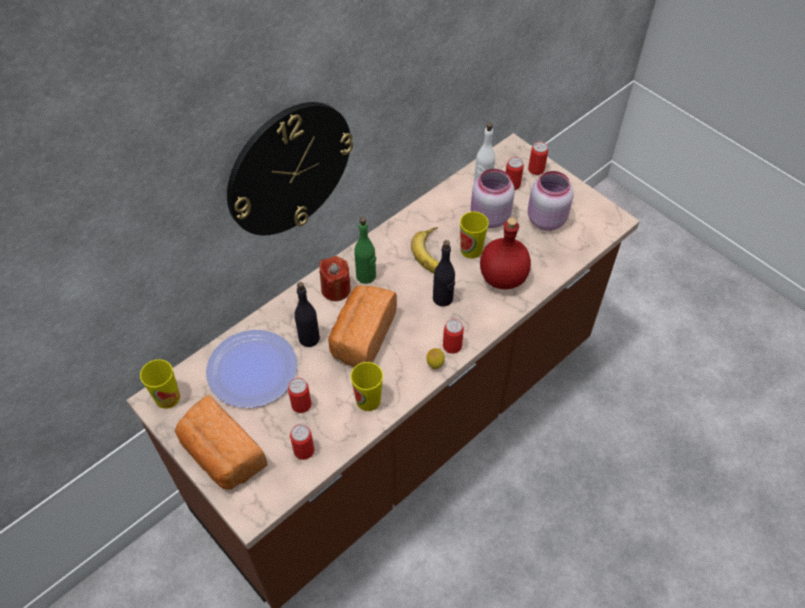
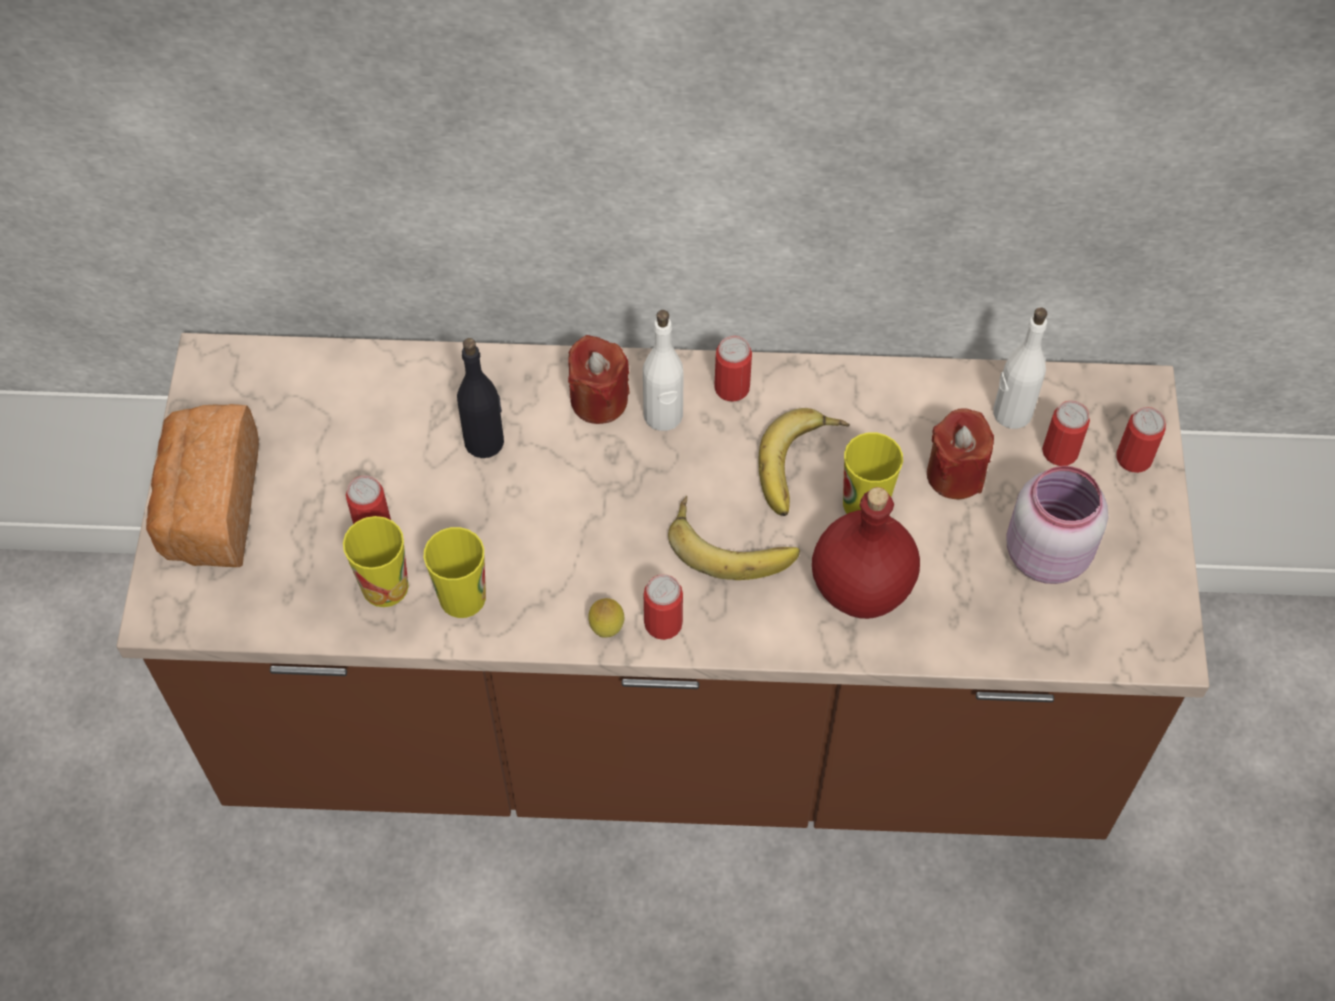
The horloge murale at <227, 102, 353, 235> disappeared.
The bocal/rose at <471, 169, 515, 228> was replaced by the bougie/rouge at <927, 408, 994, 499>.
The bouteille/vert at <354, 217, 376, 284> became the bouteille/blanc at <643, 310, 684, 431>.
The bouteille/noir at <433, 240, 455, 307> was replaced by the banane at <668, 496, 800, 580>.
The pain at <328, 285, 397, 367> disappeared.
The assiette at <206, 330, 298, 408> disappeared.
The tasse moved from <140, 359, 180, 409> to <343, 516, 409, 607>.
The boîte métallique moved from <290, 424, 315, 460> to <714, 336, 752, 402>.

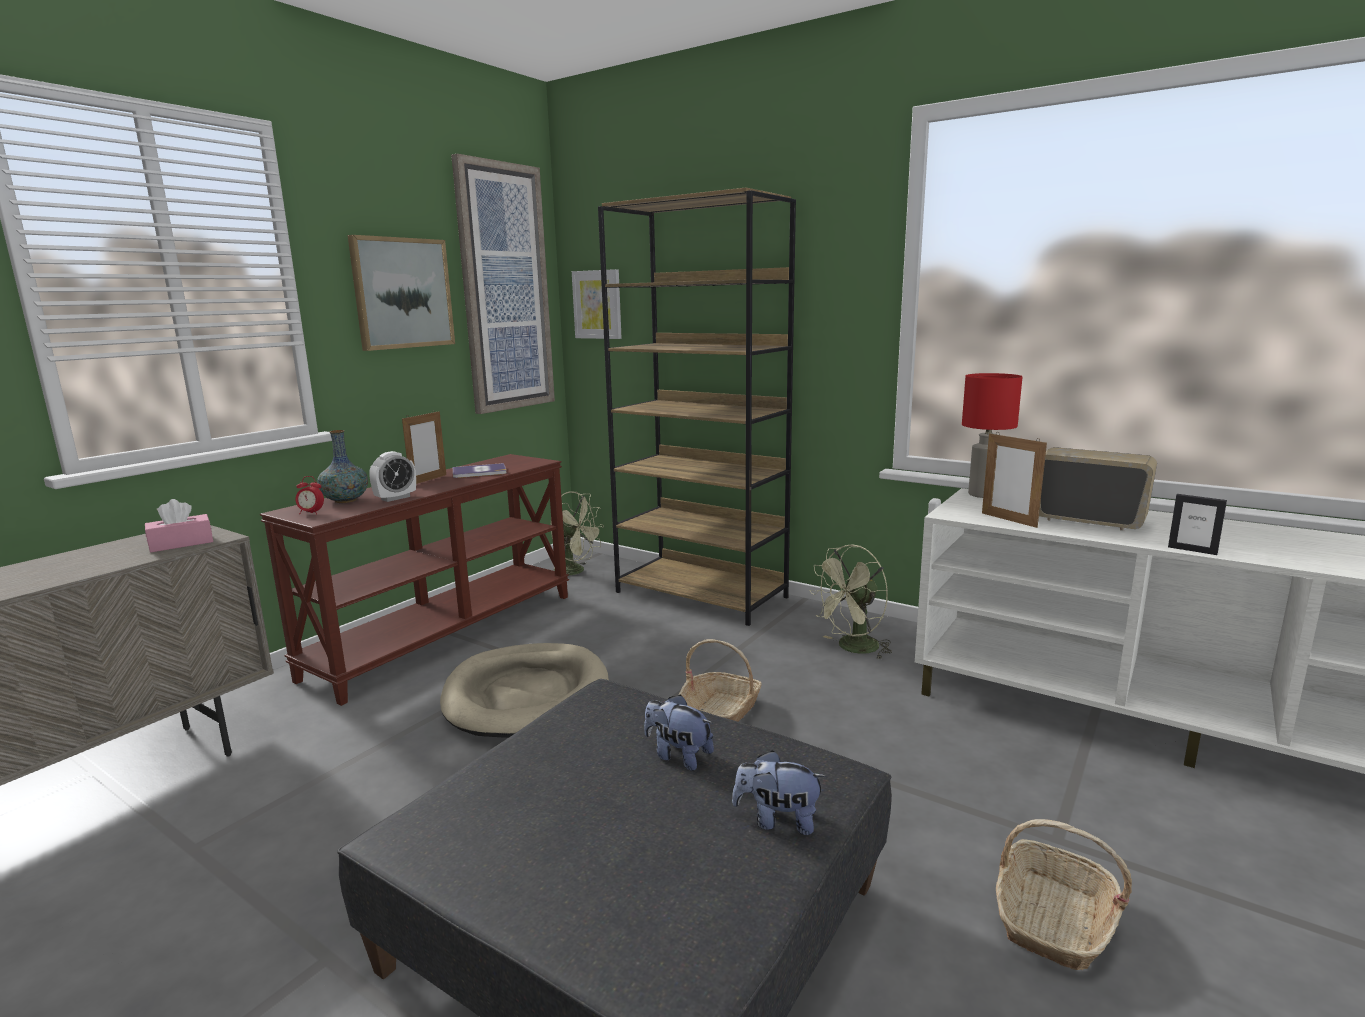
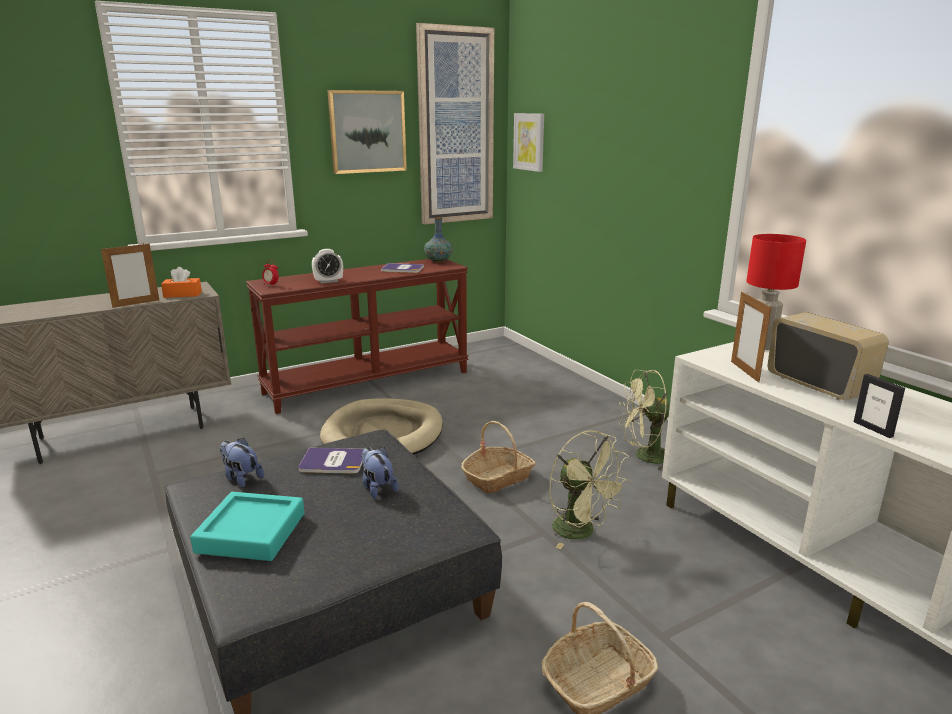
The bibliothèque/marron at <598, 188, 796, 626> disappeared.
The cadre photo moved from <402, 411, 446, 484> to <101, 242, 159, 308>.
The vase moved from <317, 430, 368, 503> to <424, 217, 453, 262>.
The ventilateur/vert moved from <550, 491, 604, 575> to <549, 430, 630, 549>.
The boîte à mouchoirs/rose at <145, 499, 213, 552> became the boîte à mouchoirs/orange at <161, 267, 202, 298>.
The peluche moved from <732, 750, 827, 835> to <220, 438, 264, 488>.
The livre at <298, 448, 364, 474> appeared.
The plateau/turquoise at <190, 492, 305, 561> appeared.

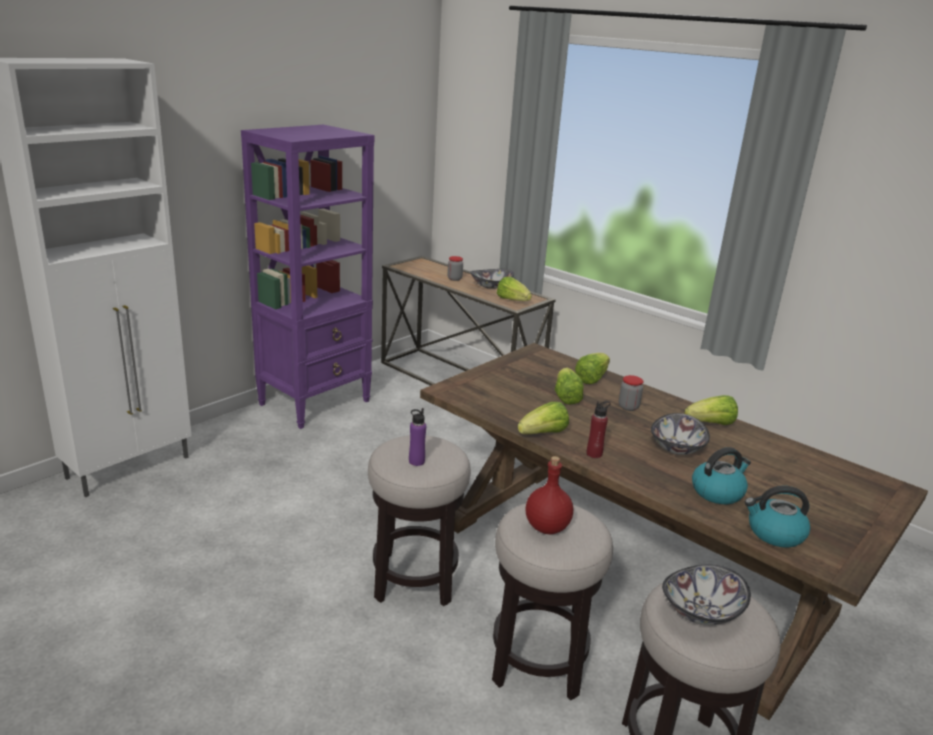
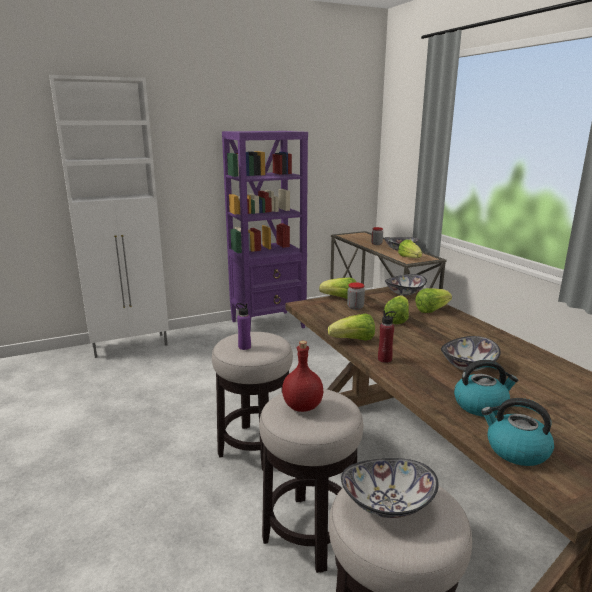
The bocal moved from <619, 375, 643, 411> to <347, 282, 365, 310>.
The laitue moved from <684, 395, 738, 425> to <319, 277, 356, 299>.
The bol at <385, 274, 427, 296> appeared.

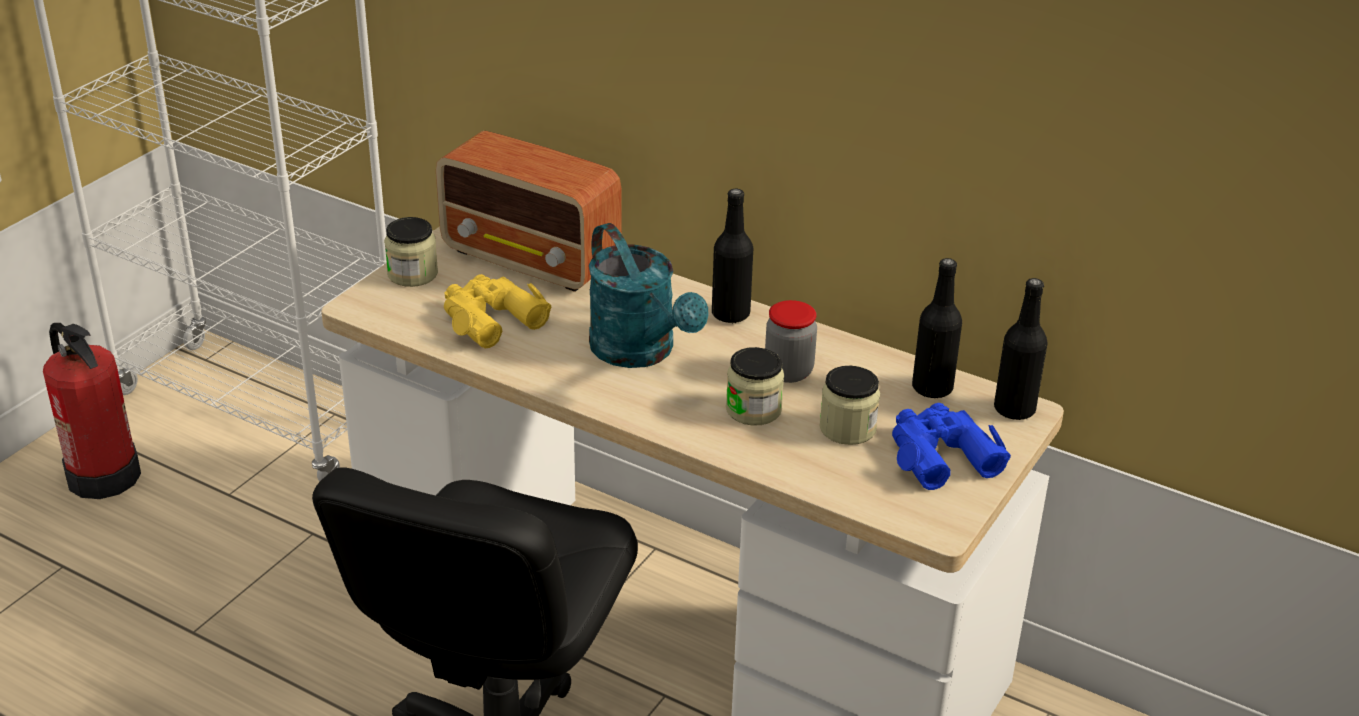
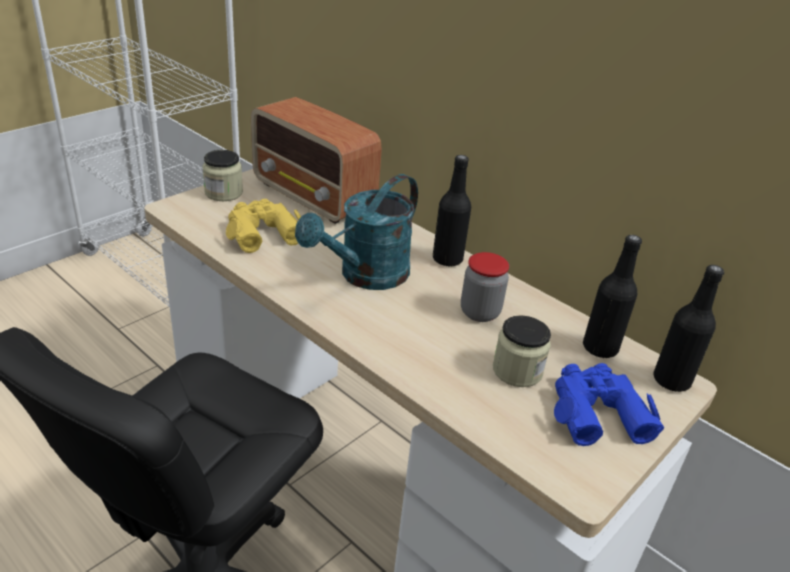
The arrosoir/turquoise at <589, 223, 708, 368> turned 60 degrees clockwise.
The extincteur at <43, 323, 141, 499> disappeared.
The bocal at <726, 347, 784, 426> disappeared.

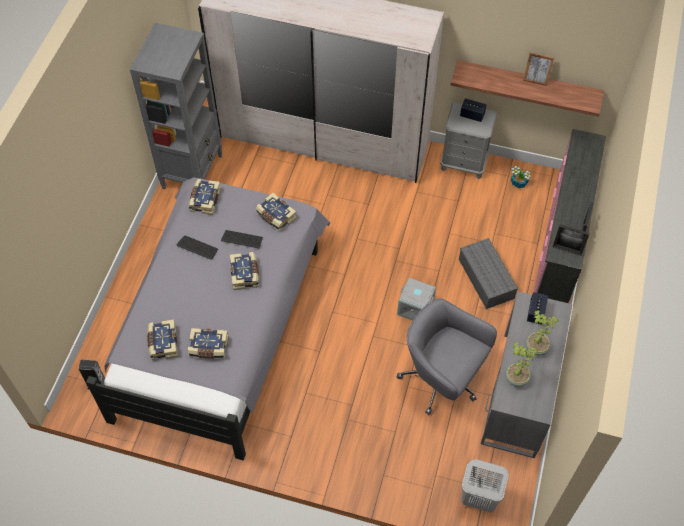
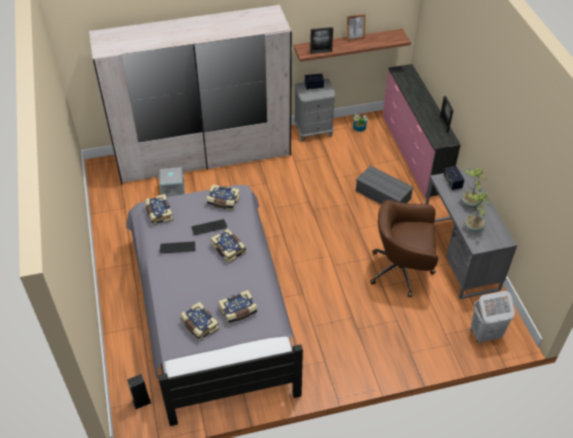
The bibliothèque/gris at <130, 23, 222, 189> disappeared.
The cadre photo moved from <553, 224, 590, 256> to <310, 27, 333, 54>.
The boîte de rangement/gris moved from <397, 278, 436, 321> to <158, 167, 185, 197>.
The chaise de bureau/gris at <397, 298, 497, 415> became the chaise de bureau/marron at <370, 200, 438, 297>.

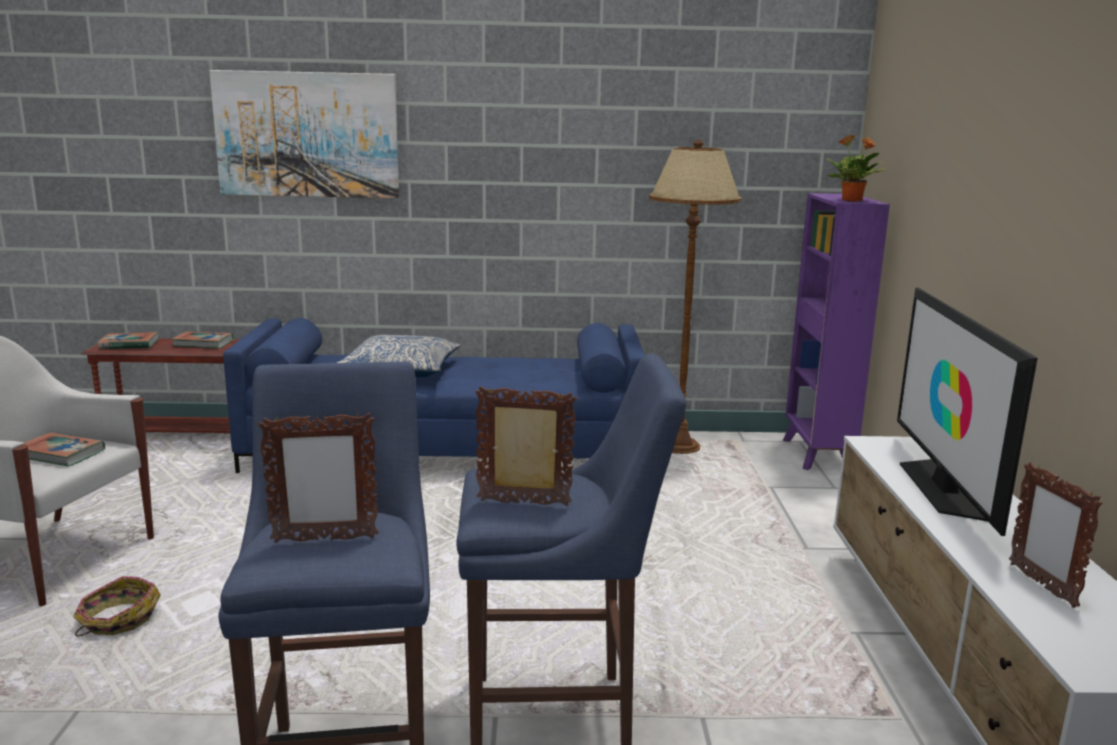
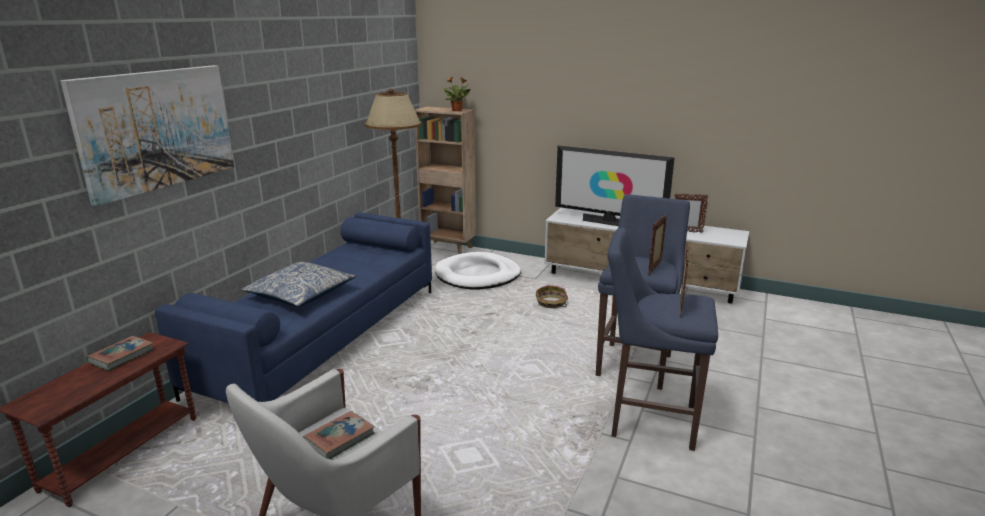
The bibliothèque/violet at <783, 193, 890, 470> became the bibliothèque/marron at <415, 107, 476, 254>.
The livre at <98, 332, 159, 349> disappeared.
The panier moved from <73, 576, 161, 636> to <536, 285, 568, 308>.
The panier pour chien/blanc at <435, 252, 521, 289> appeared.

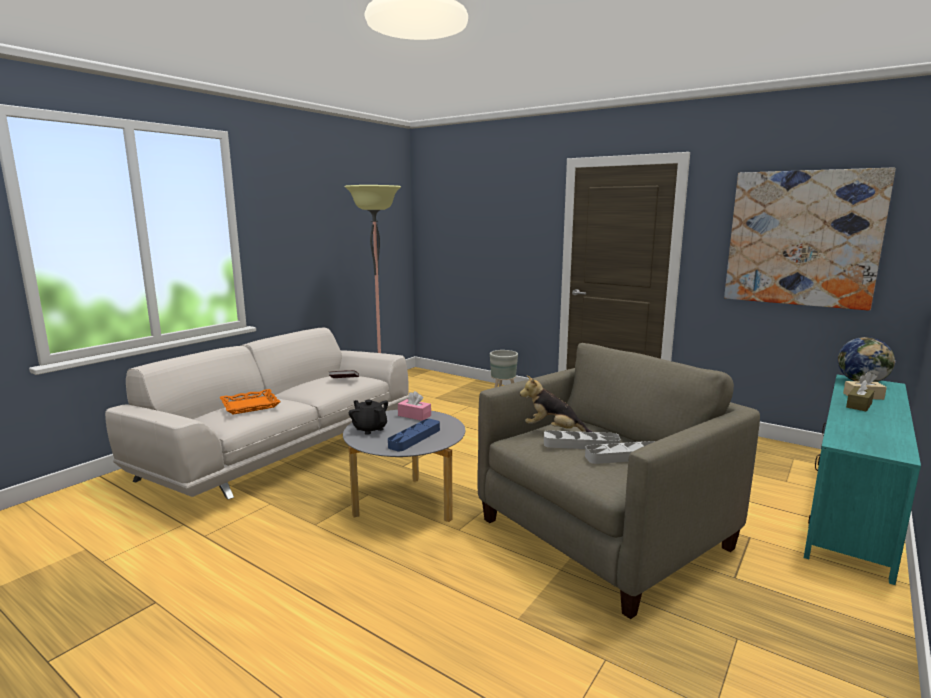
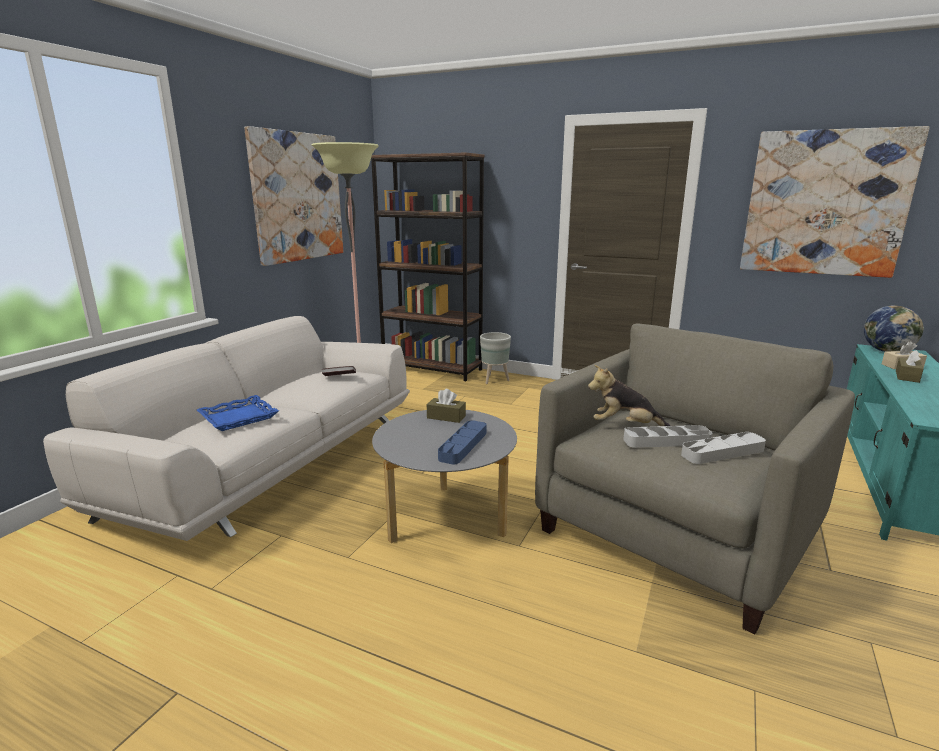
The plateau/orange at <219, 389, 281, 415> became the plateau/bleu at <197, 395, 279, 431>.
The boîte à mouchoirs/rose at <398, 391, 431, 421> became the boîte à mouchoirs/marron at <427, 389, 466, 423>.
The théière/noir at <349, 400, 388, 435> disappeared.
The tableau at <244, 126, 343, 266> appeared.
The bibliothèque/marron at <371, 153, 485, 381> appeared.

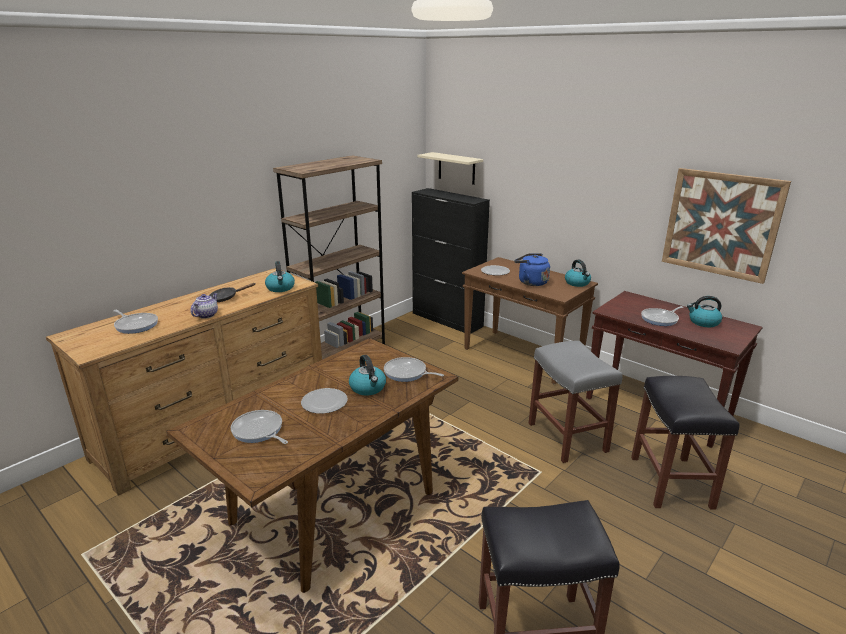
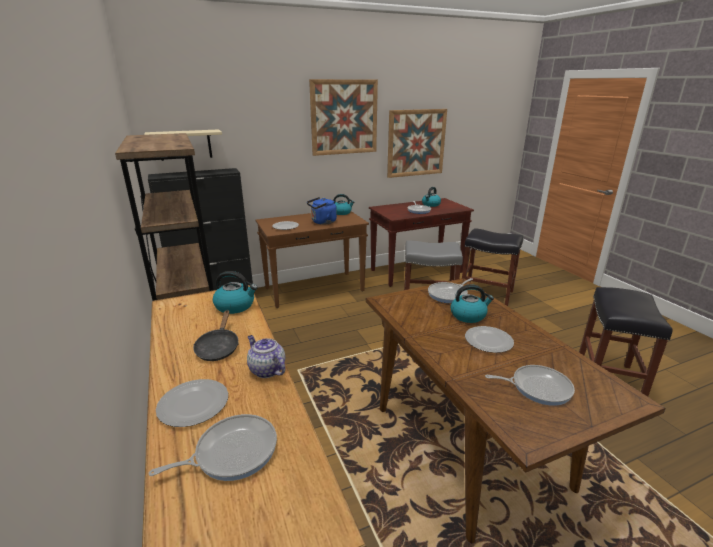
The poêle at <231, 410, 288, 444> turned 150 degrees counterclockwise.
The tableau at <309, 79, 378, 156> appeared.
The assiette at <156, 379, 228, 427> appeared.

